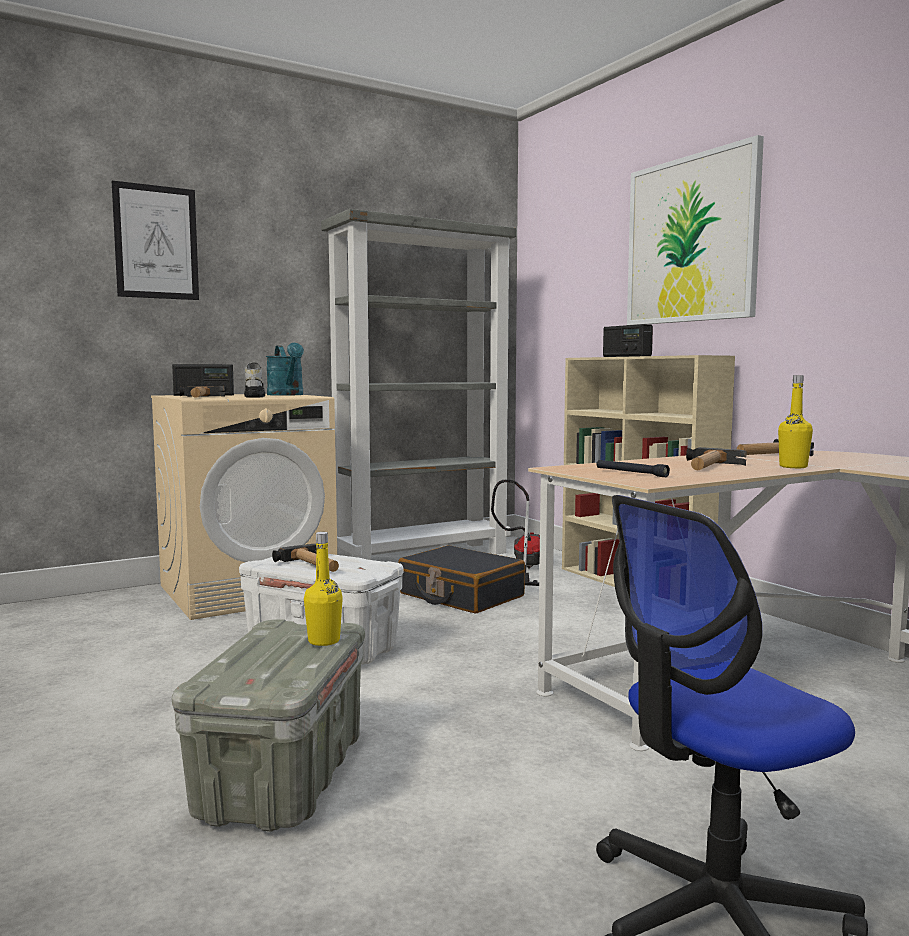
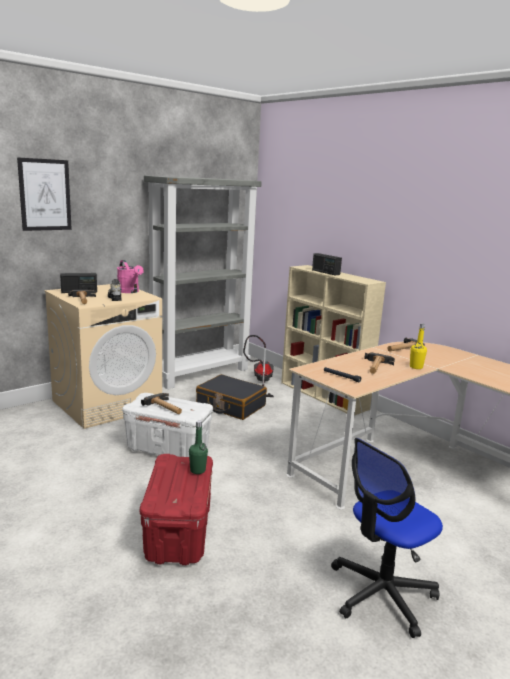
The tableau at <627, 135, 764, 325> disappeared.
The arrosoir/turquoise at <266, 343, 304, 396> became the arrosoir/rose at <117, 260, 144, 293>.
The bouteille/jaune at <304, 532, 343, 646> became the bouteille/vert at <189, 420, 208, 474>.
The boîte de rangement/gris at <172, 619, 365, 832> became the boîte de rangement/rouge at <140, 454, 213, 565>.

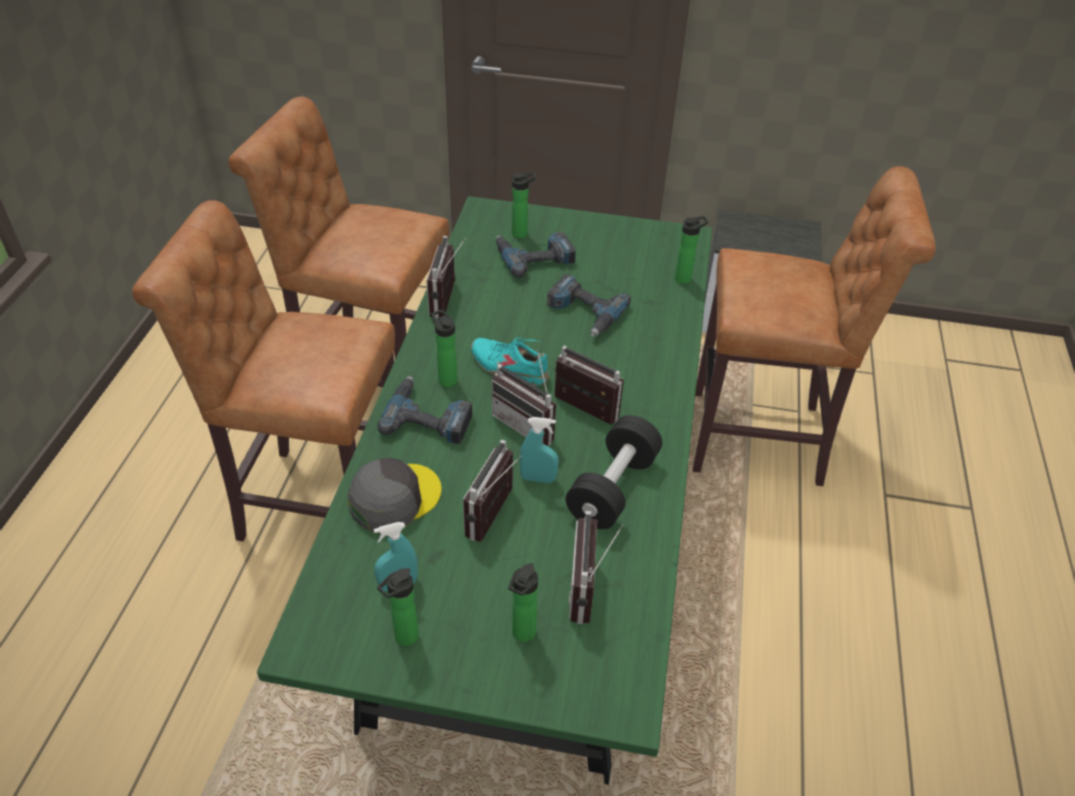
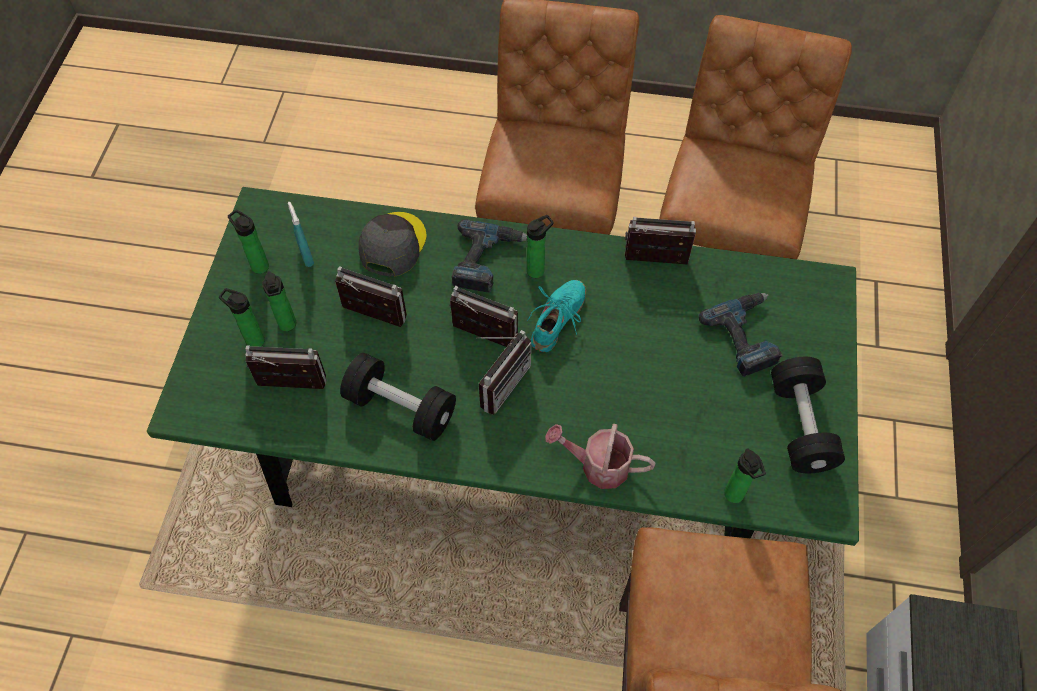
The bouteille moved from <512, 172, 536, 238> to <262, 271, 296, 331>.
The perceuse at <546, 274, 631, 337> disappeared.
The radio at <492, 349, 556, 446> turned 75 degrees clockwise.
The vaporisateur/turquoise at <520, 417, 559, 483> disappeared.
The casquette/gris at <348, 458, 442, 533> turned 120 degrees counterclockwise.
The haltère/noir at <771, 357, 845, 473> appeared.
The arrosoir at <545, 424, 655, 489> appeared.

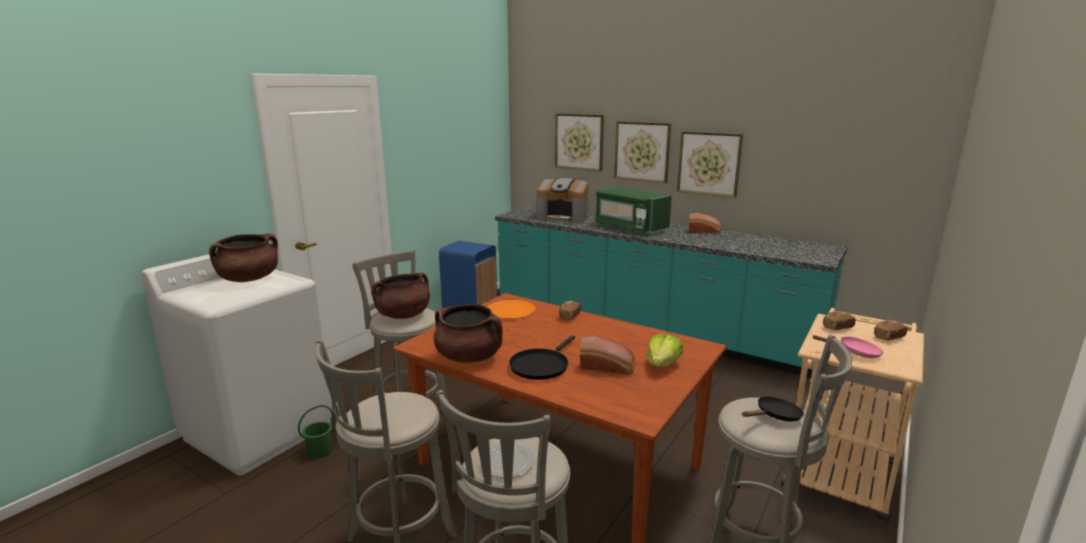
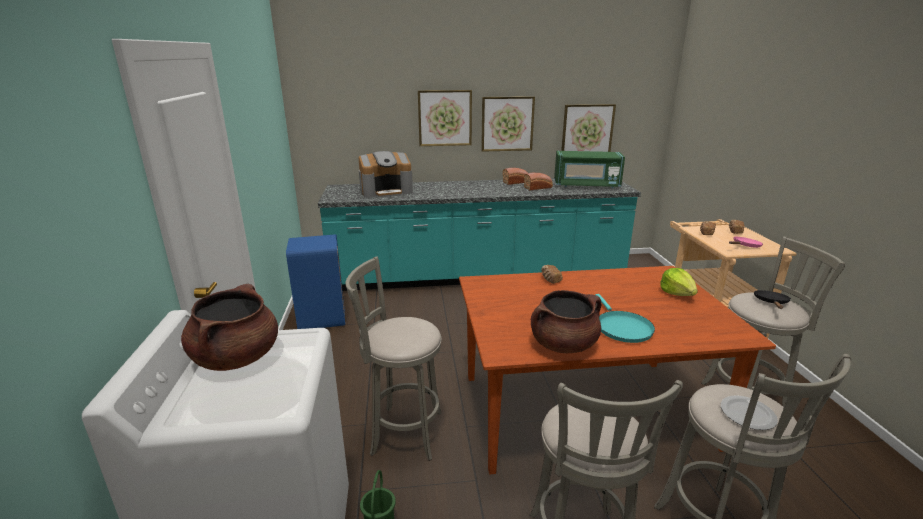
The tableau moved from <555, 114, 604, 172> to <561, 104, 616, 152>.
The micro-ondes/vert moved from <595, 187, 672, 234> to <554, 151, 625, 188>.
The marmite/marron at <371, 272, 430, 319> disappeared.
The assiette/orange at <487, 300, 535, 319> disappeared.
The poêle/noir at <509, 336, 575, 380> became the poêle/turquoise at <595, 294, 655, 343>.
The pain moved from <580, 336, 636, 375> to <524, 173, 553, 190>.

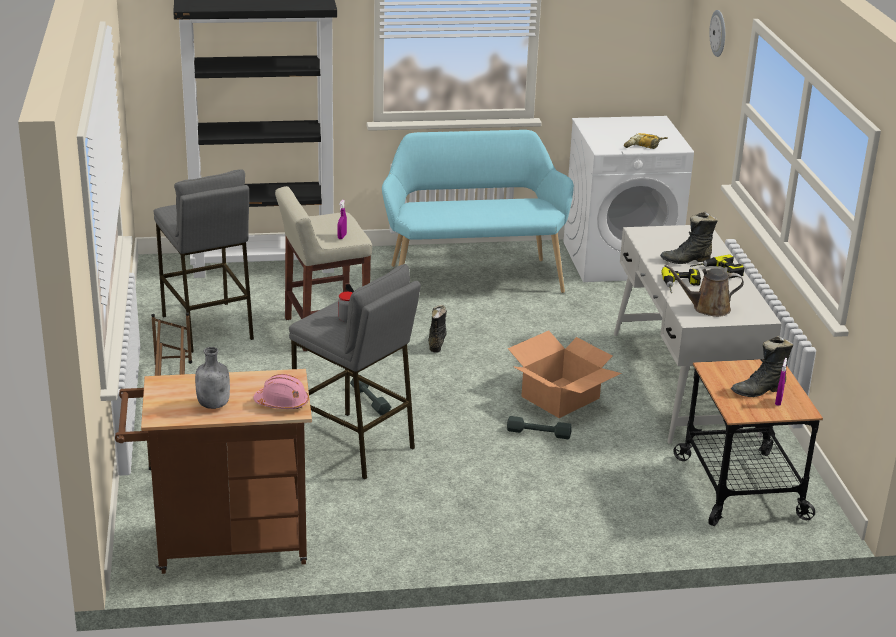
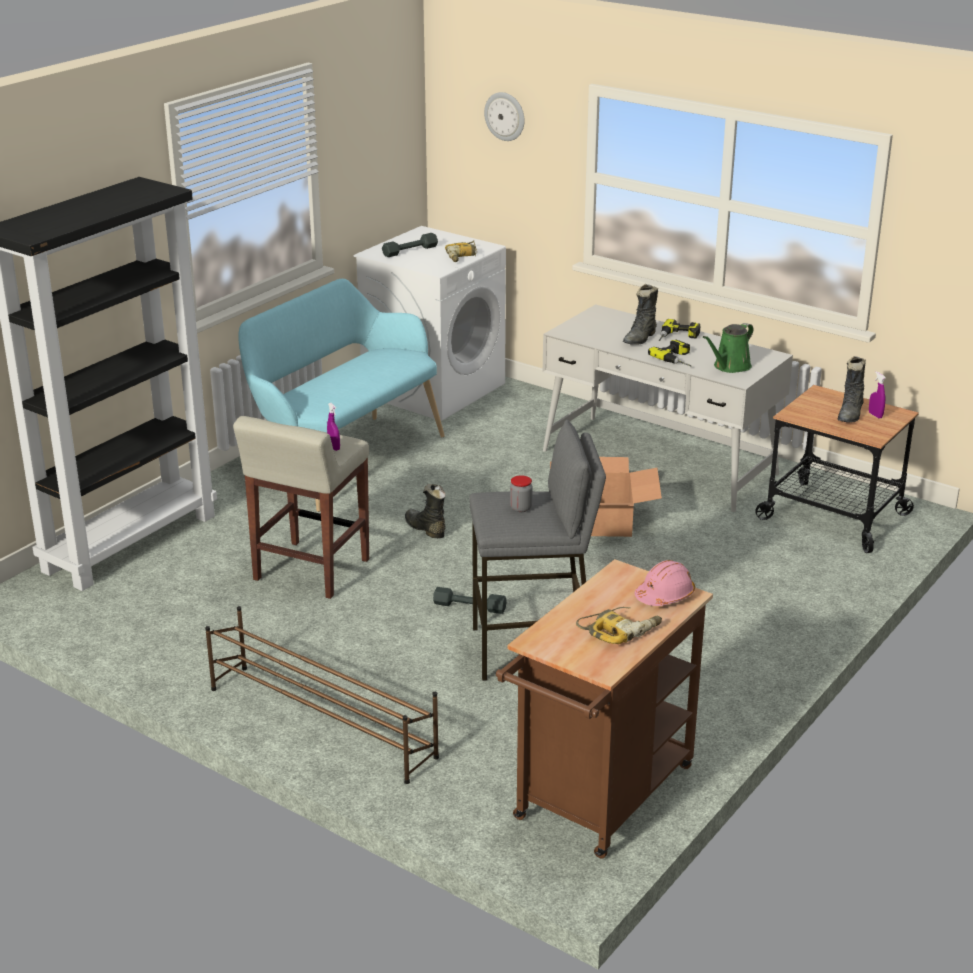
The tabouret/gris at <153, 169, 254, 353> disappeared.
The arrosoir/marron at <665, 265, 744, 317> became the arrosoir/vert at <703, 323, 753, 373>.
The bouteille/gris at <195, 347, 230, 409> was replaced by the perceuse at <576, 607, 662, 644>.
The haltère/gris moved from <507, 416, 572, 439> to <382, 233, 438, 257>.

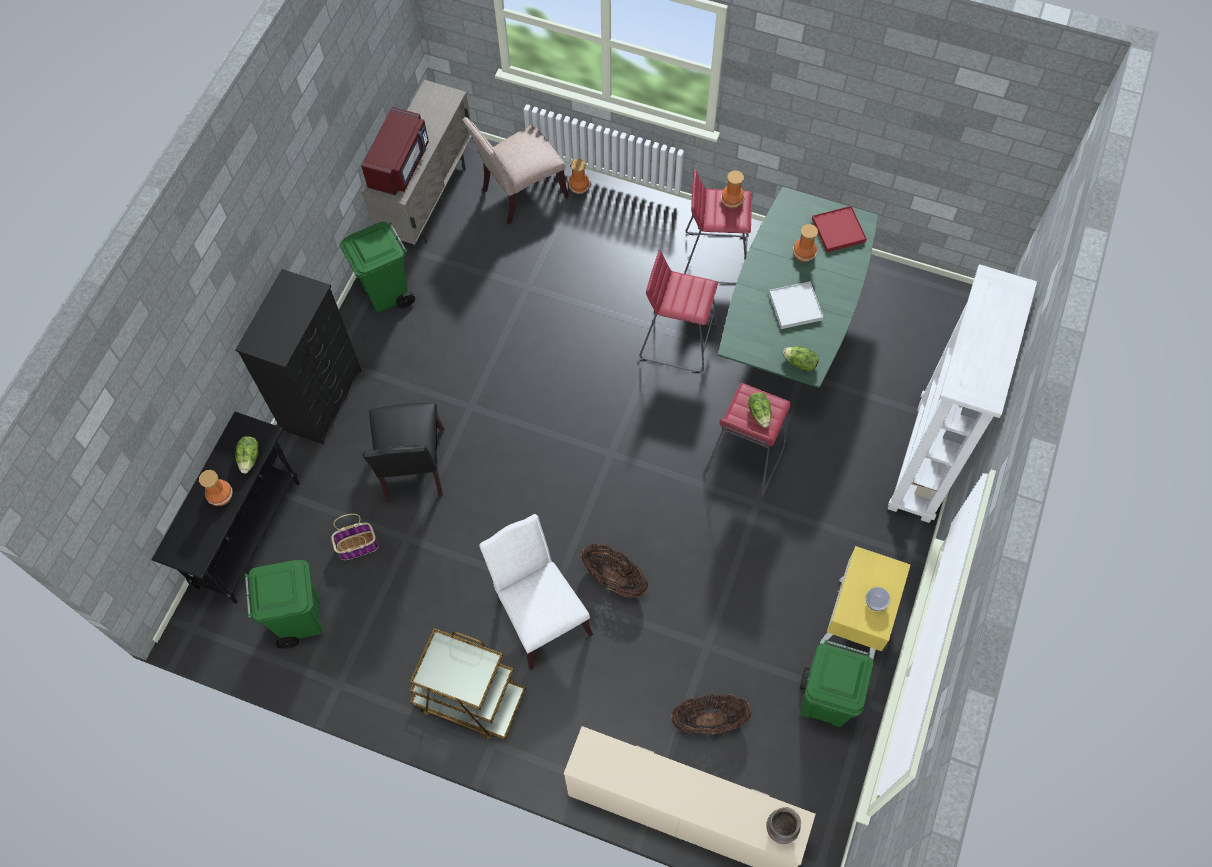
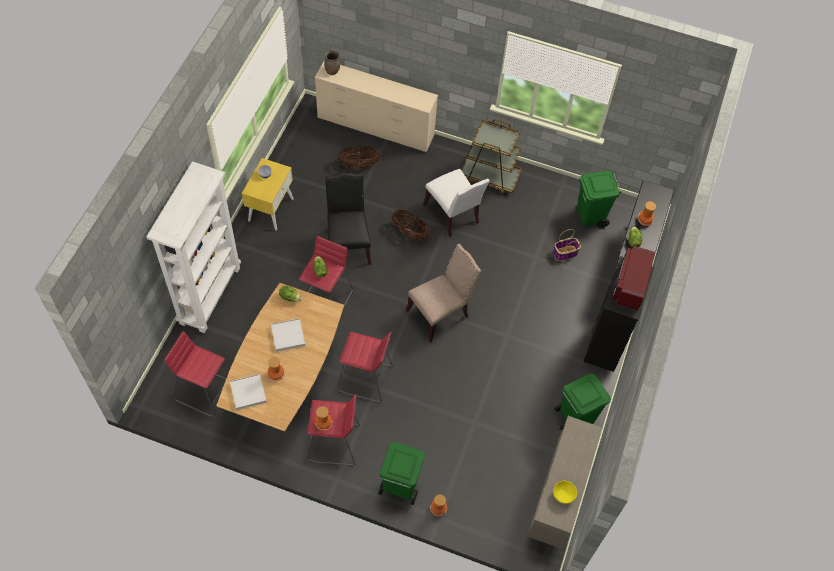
The micro-ondes/rouge moved from <361, 107, 429, 196> to <612, 246, 655, 311>.
The chaise/beige moved from <462, 117, 569, 225> to <406, 244, 481, 343>.
The table à manger/vert at <718, 187, 878, 388> became the table à manger/marron at <216, 283, 344, 432>.
The plateau/rouge at <812, 206, 867, 252> became the plateau/blanc at <230, 374, 267, 410>.
The chaise/noir moved from <363, 403, 445, 502> to <325, 173, 371, 265>.
The poubelle/vert moved from <799, 640, 874, 727> to <379, 442, 425, 505>.
The tabouret/rouge at <164, 331, 229, 417> appeared.
The bol/jaune at <553, 481, 577, 504> appeared.

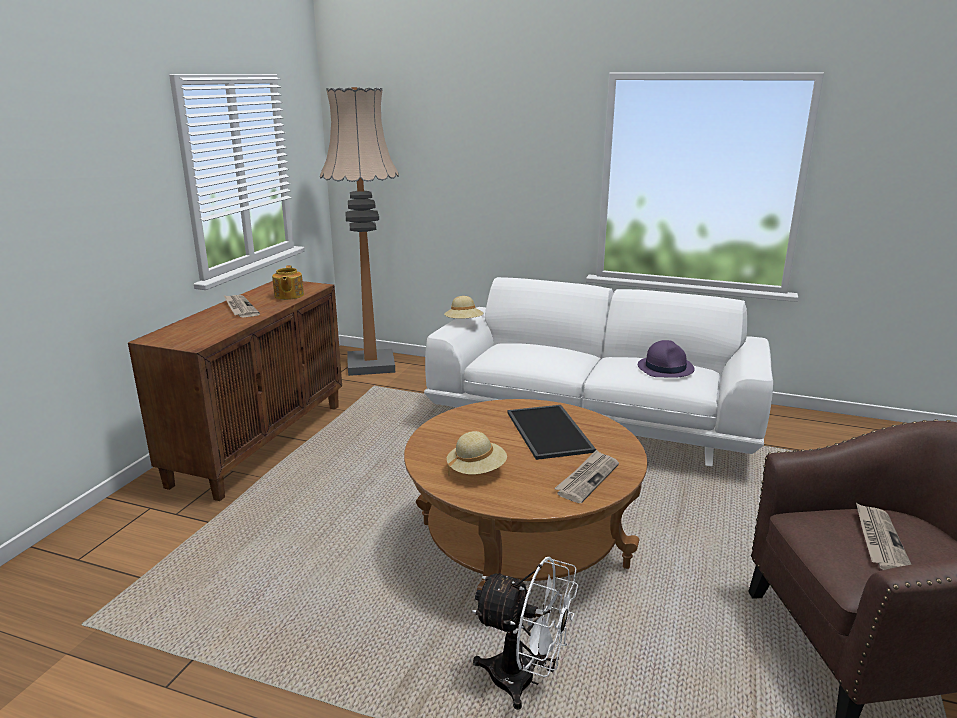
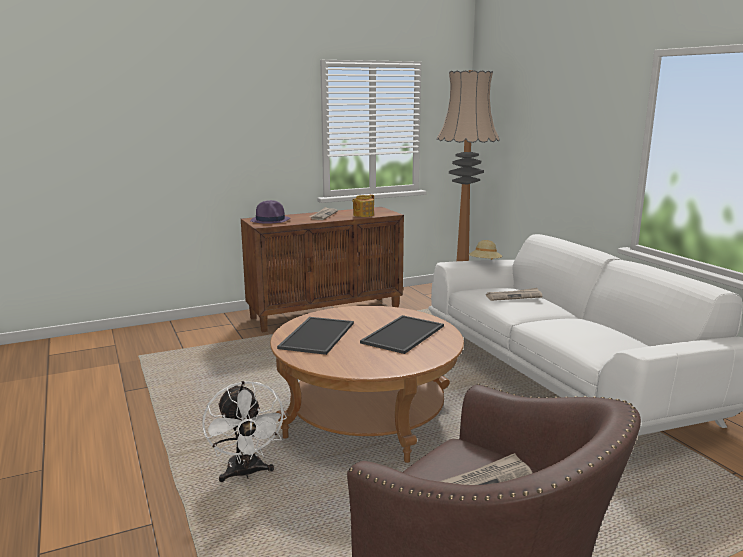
The chapeau/violet moved from <638, 340, 695, 378> to <250, 200, 290, 223>.
The chapeau/beige at <447, 431, 507, 477> was replaced by the plateau at <277, 317, 354, 355>.
The journal moved from <554, 450, 619, 503> to <486, 288, 542, 301>.

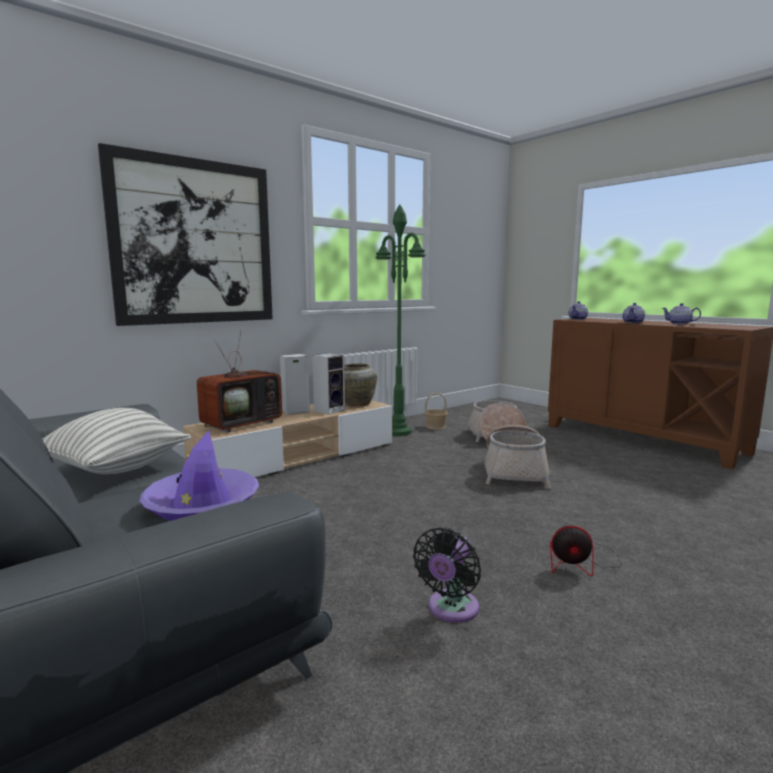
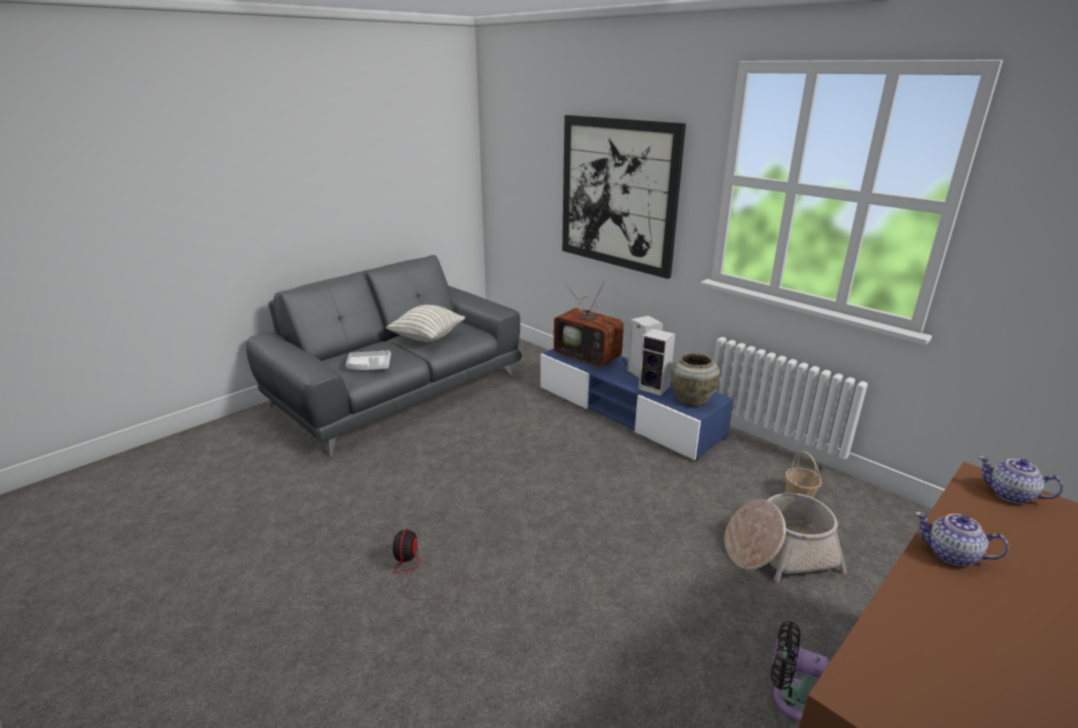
The lampadaire/vert at <375, 204, 426, 436> disappeared.
The théière at <662, 303, 701, 324> disappeared.
The meuble télé/beige at <183, 400, 392, 477> became the meuble télé/bleu at <541, 349, 734, 461>.
The panier at <484, 425, 551, 488> disappeared.
The chapeau/violet at <139, 430, 259, 521> was replaced by the plateau/blanc at <346, 350, 391, 370>.
The ventilateur/noir moved from <413, 527, 481, 623> to <771, 622, 830, 722>.

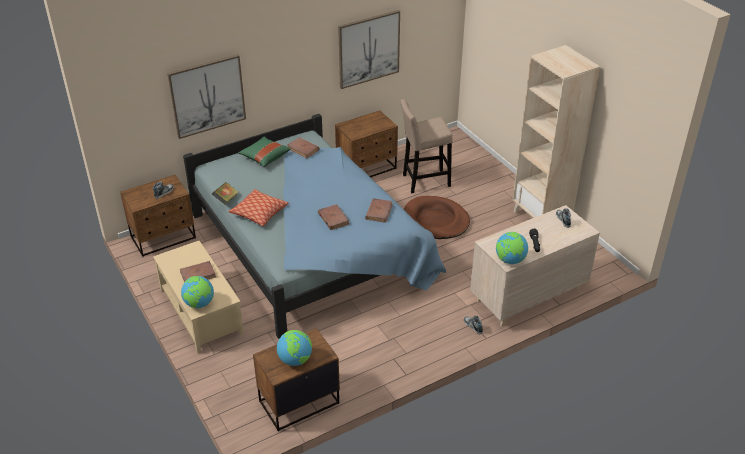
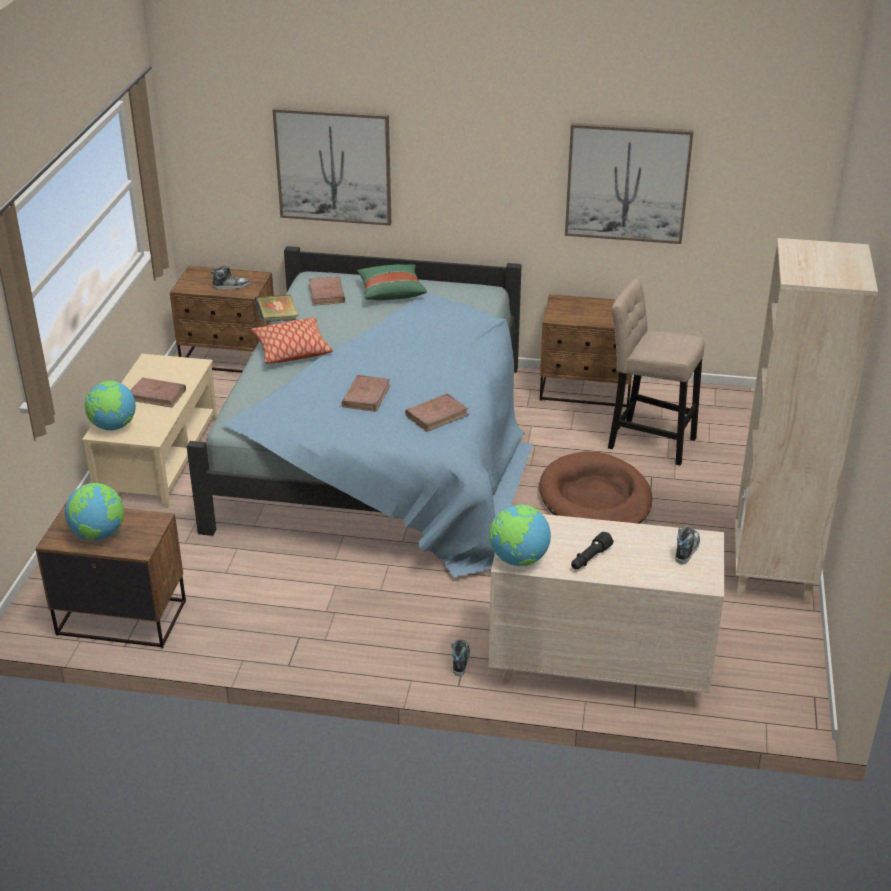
The livre/marron moved from <287, 137, 320, 159> to <309, 276, 345, 306>.

